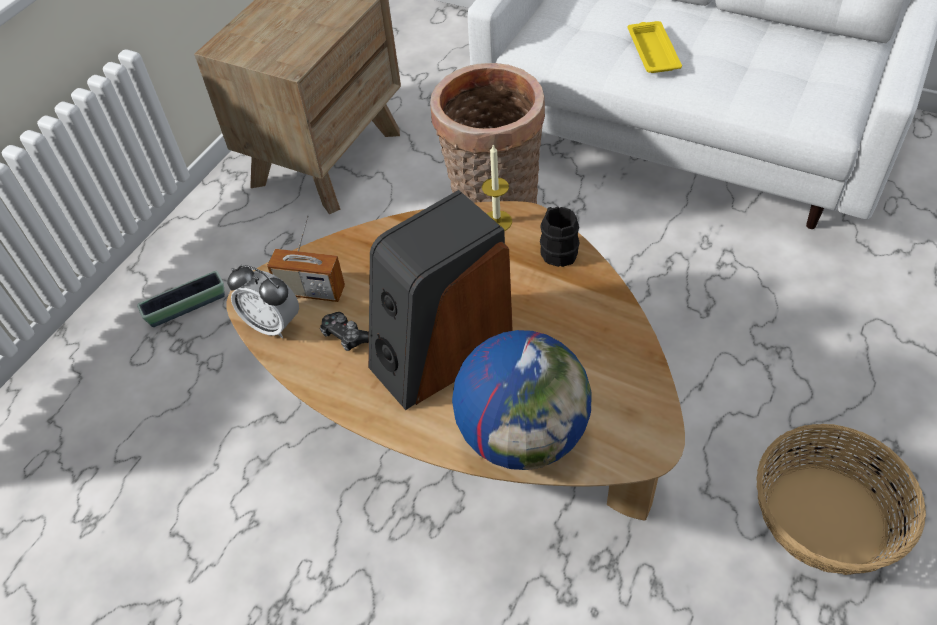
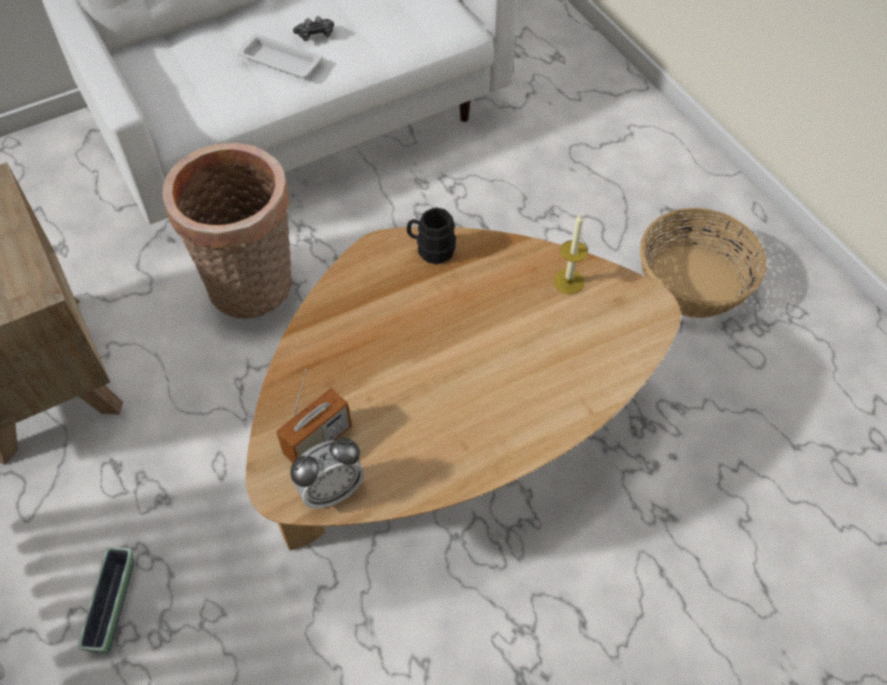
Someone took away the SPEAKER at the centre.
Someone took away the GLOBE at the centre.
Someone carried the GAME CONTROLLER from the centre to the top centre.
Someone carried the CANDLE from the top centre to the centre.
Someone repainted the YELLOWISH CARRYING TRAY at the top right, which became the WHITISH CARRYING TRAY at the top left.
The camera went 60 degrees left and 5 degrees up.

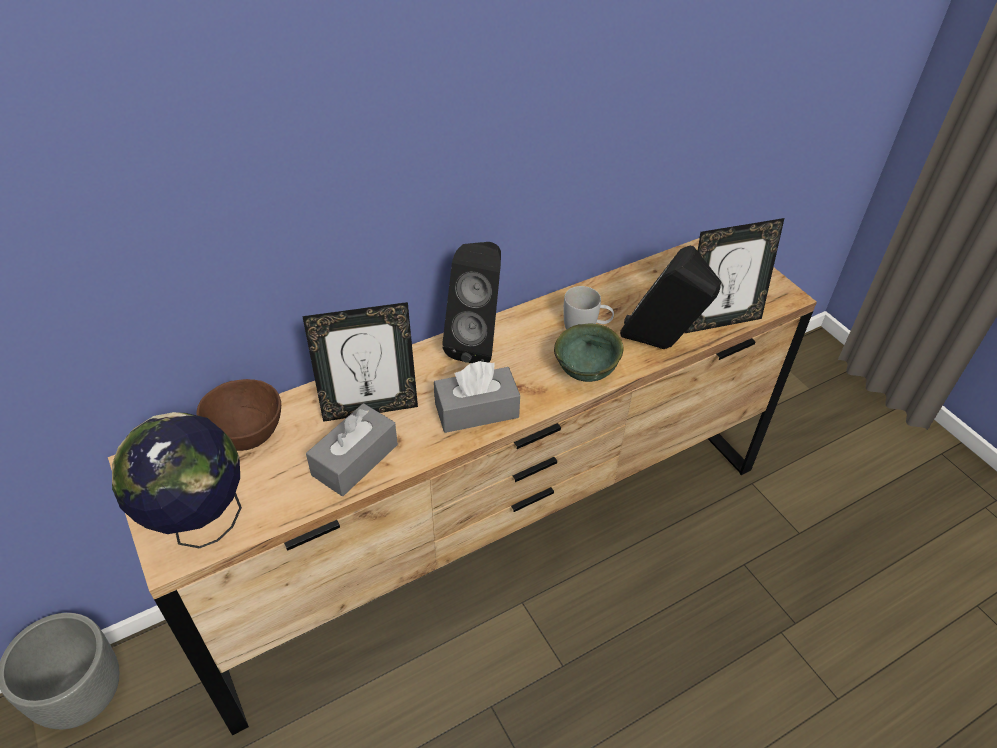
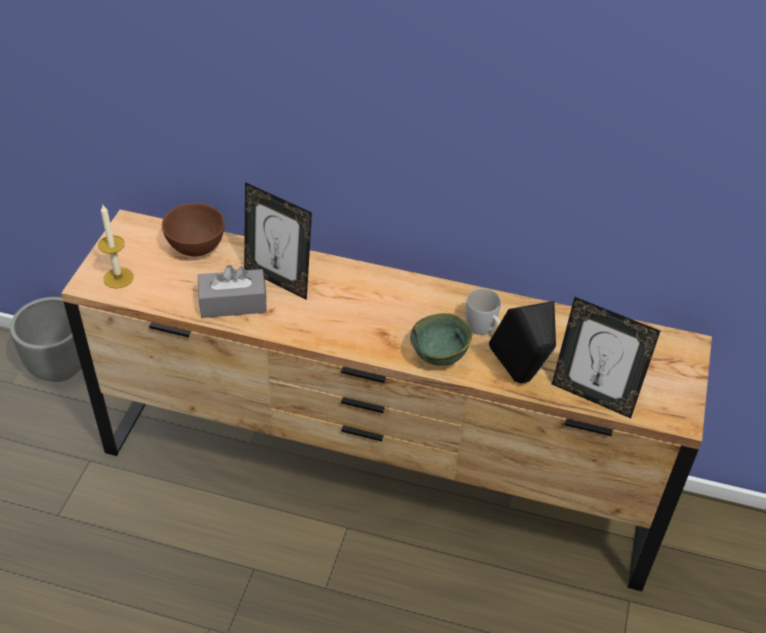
Someone took away the GREYISH TISSUE BOX (2nd from left) at the centre.
Someone took away the BLACKISH SPEAKER (1st from left) at the centre.
Someone swapped the GLOBE at the middle left for the CANDLE at the middle left.
The camera went 45 degrees right and 0 degrees up.

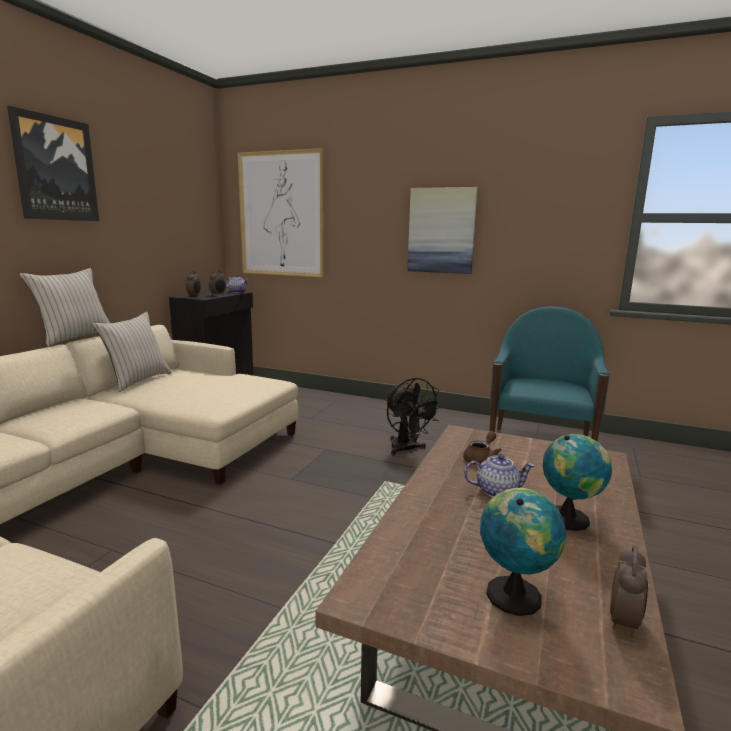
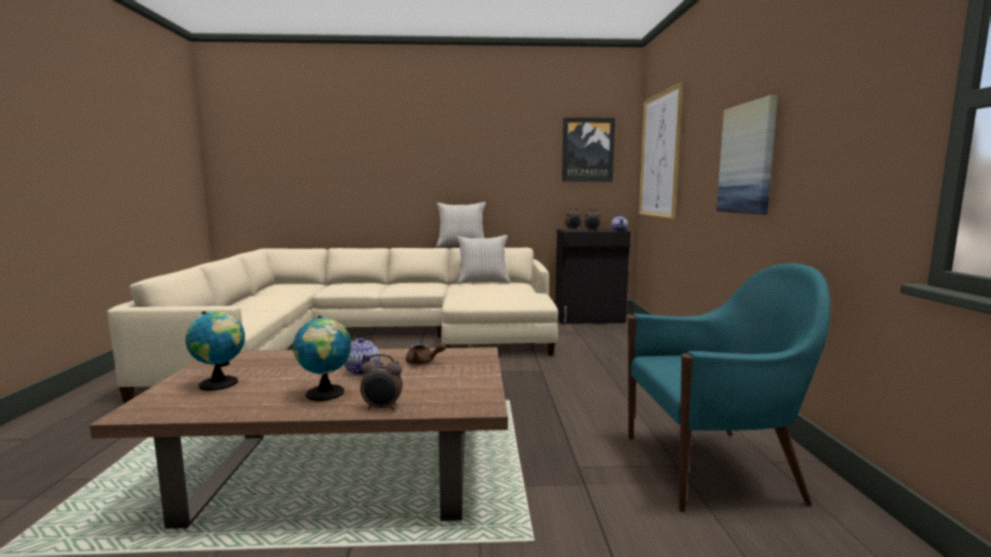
Someone took away the BLACKISH FAN at the centre.
Someone carried the WALL PICTURE (1st from left) from the top left to the top centre.
Someone carried the BEDSIDE CLOCK (3rd from left in the first image) from the bottom right to the bottom centre.
The camera went 65 degrees right and 5 degrees down.

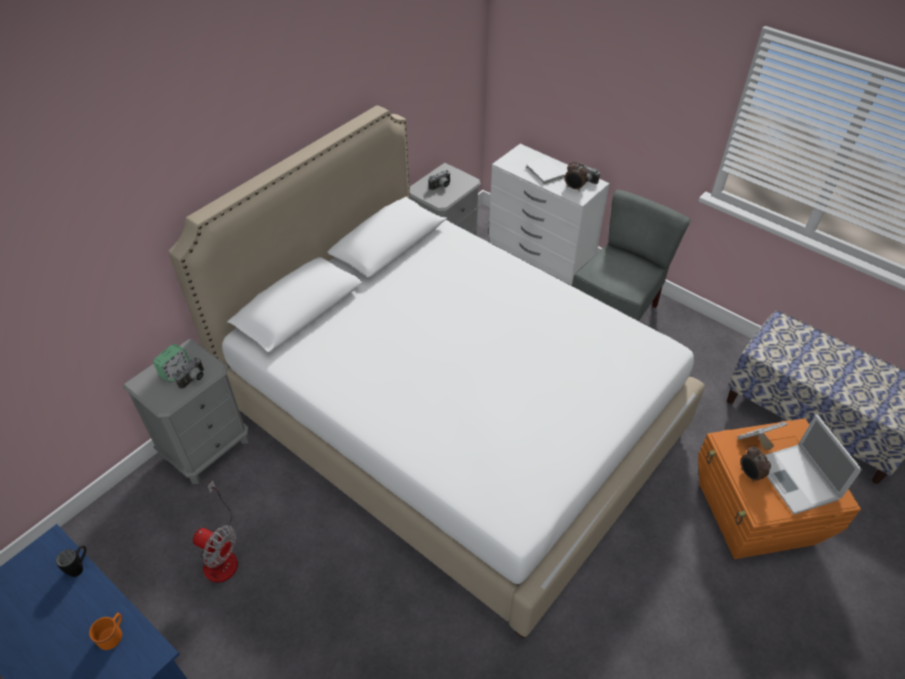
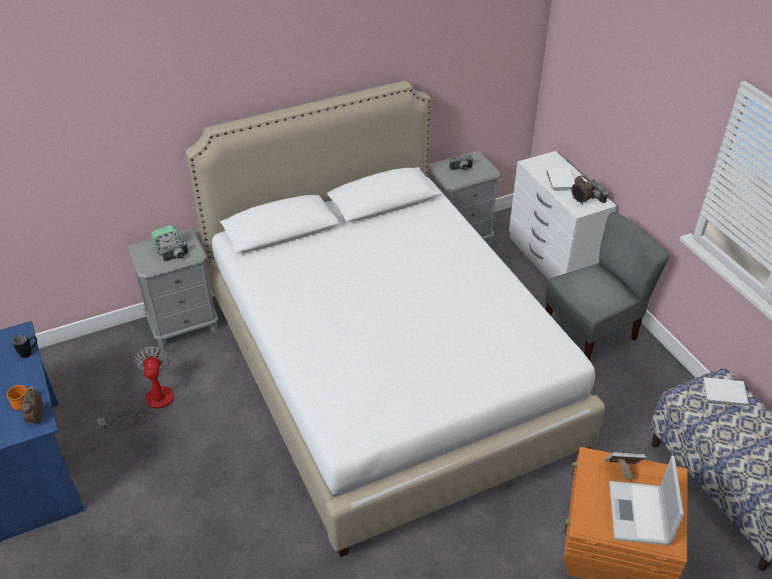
Someone put down the WHITISH BOOK (2nd from left) at the bottom right.
Someone carried the BEDSIDE CLOCK (3rd from left in the first image) from the bottom right to the bottom left.
Someone rotated the FAN at the bottom left by 150 degrees counterclockwise.
The camera went 25 degrees right and 5 degrees down.

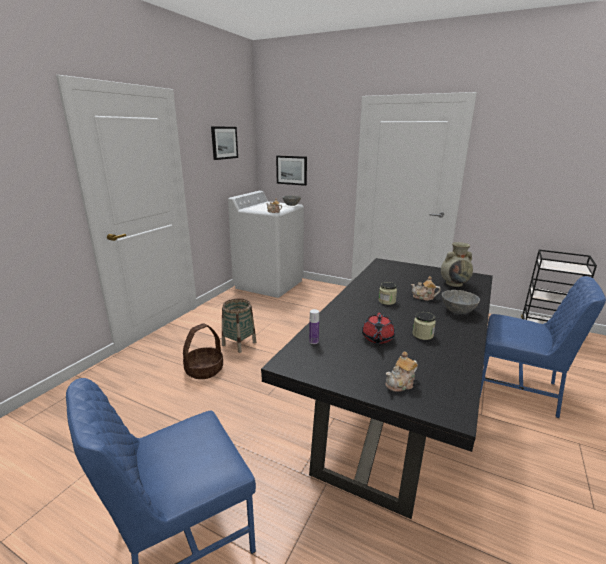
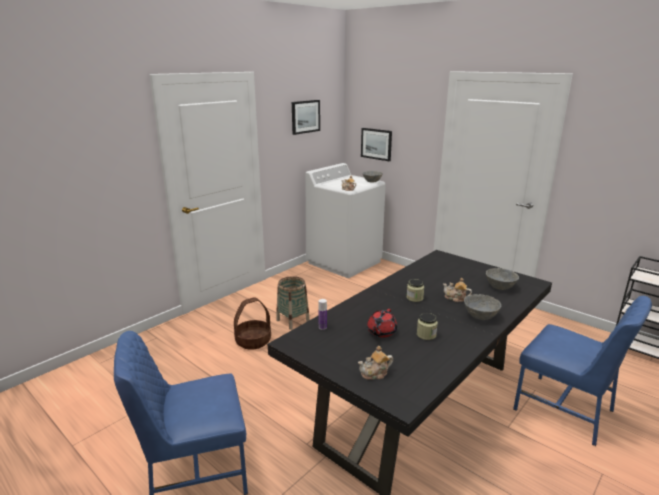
Someone swapped the BEIGE VASE at the middle right for the GREYISH BOWL (3rd from left) at the middle right.
The camera went 15 degrees right and 0 degrees up.

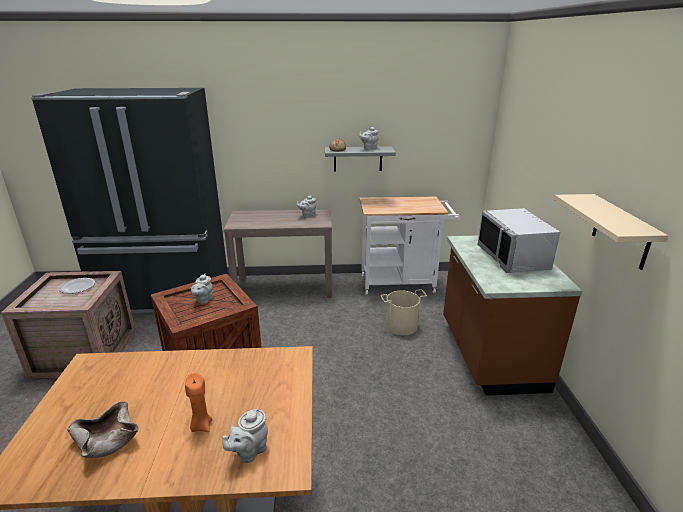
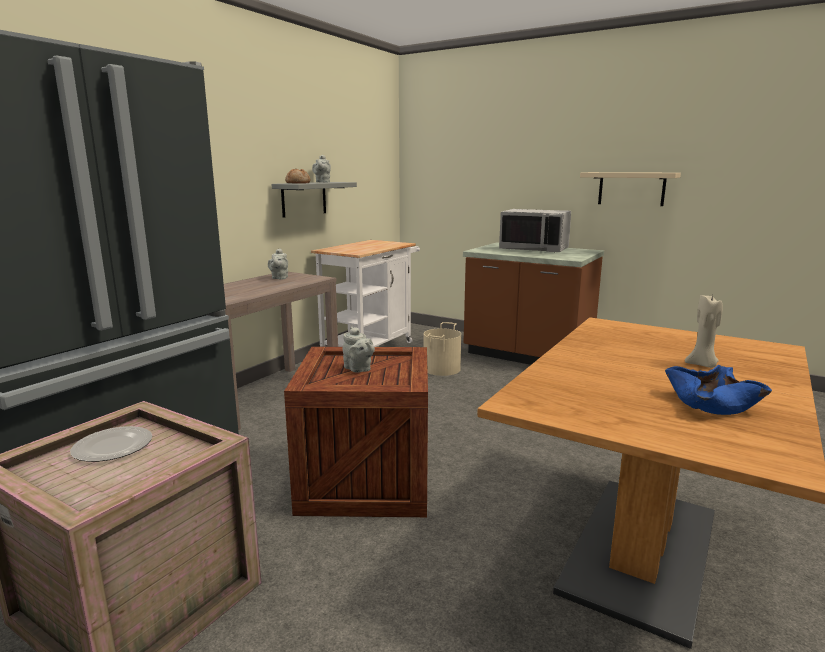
Someone took away the GREYISH POT FOR TEA (2nd from left) at the bottom centre.
Someone repainted the BEIGE BOWL at the bottom left, which became the BLUE-COLOURED BOWL at the middle right.
Someone repainted the ORANGE-COLOURED CANDLE at the bottom left, which became the BEIGE CANDLE at the middle right.
The camera went 55 degrees left and 10 degrees down.

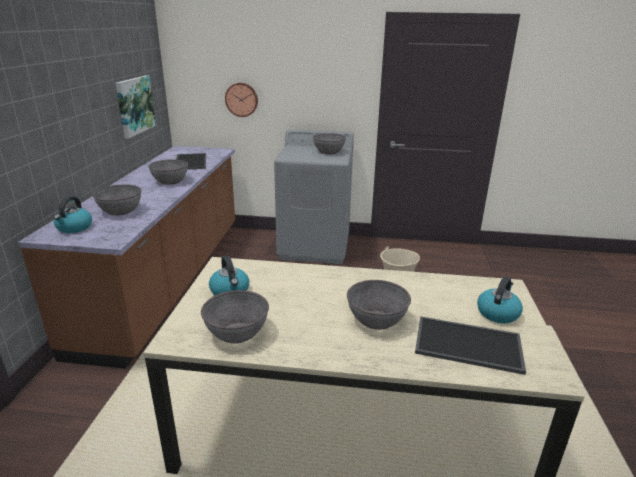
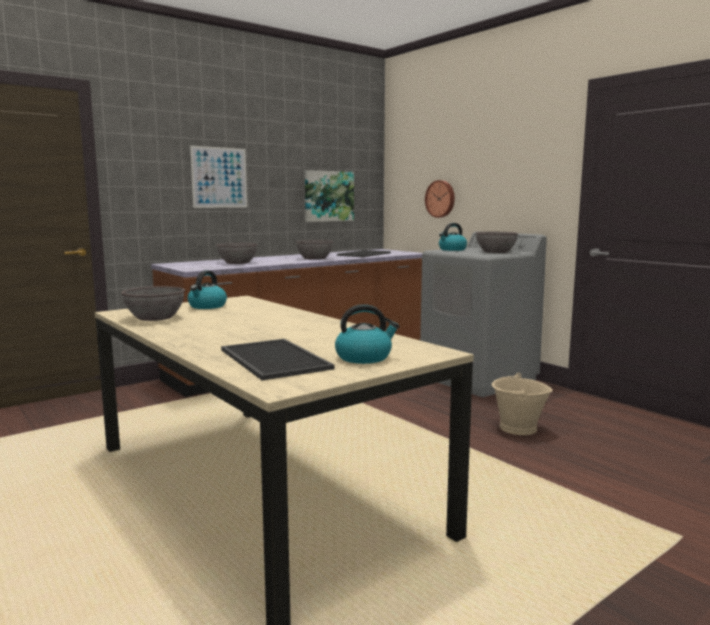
Someone took away the GREYISH BOWL (5th from left) at the centre.
Someone put up the WALL PICTURE (1st from left) at the top left.
Someone carried the TEA KETTLE (1st from left in the first image) from the middle left to the centre.
The camera went 45 degrees right and 15 degrees down.

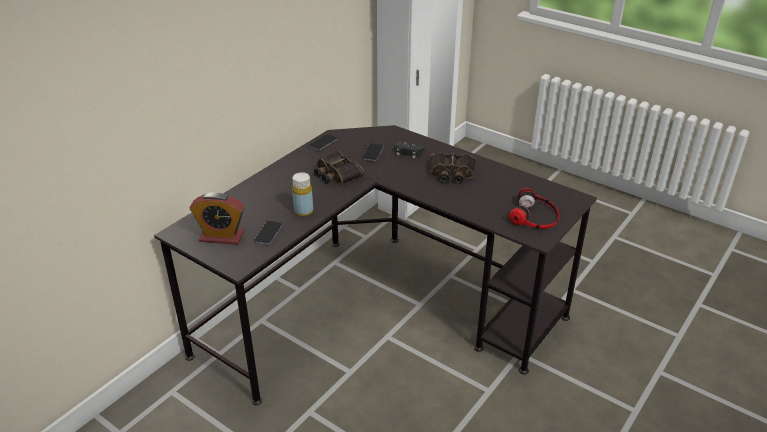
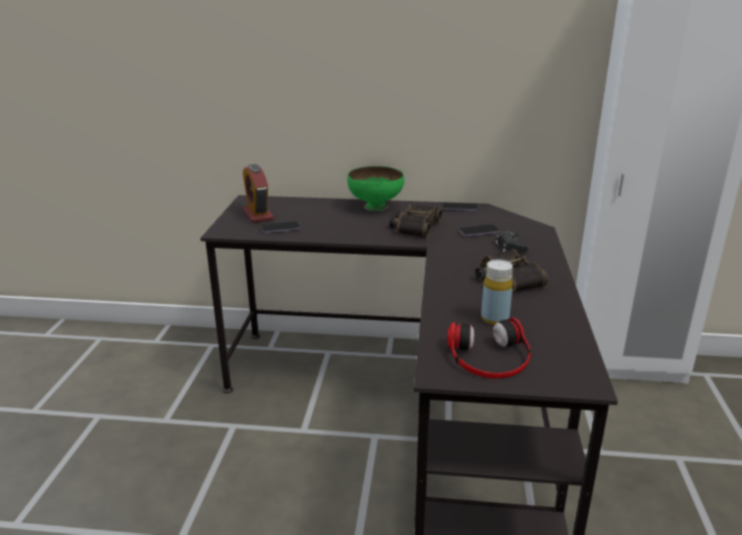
Someone put down the GREENISH BOWL at the centre.
Someone carried the YELLOWISH BOTTLE from the centre to the middle right.
The camera went 60 degrees right and 10 degrees down.

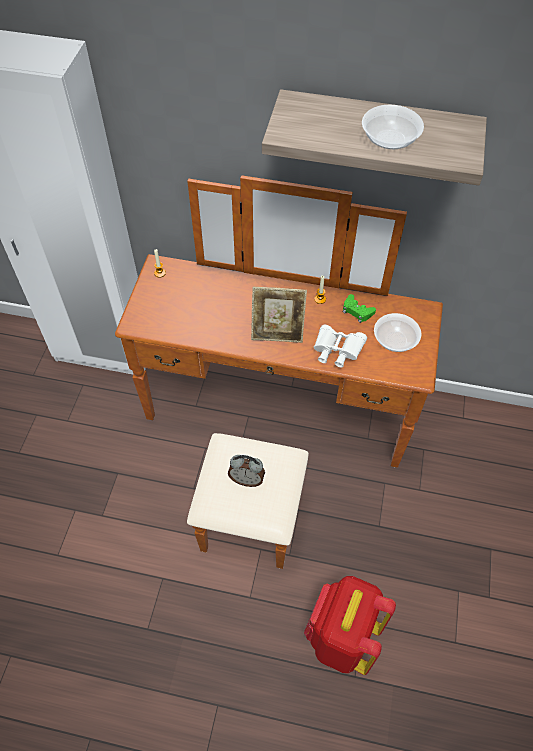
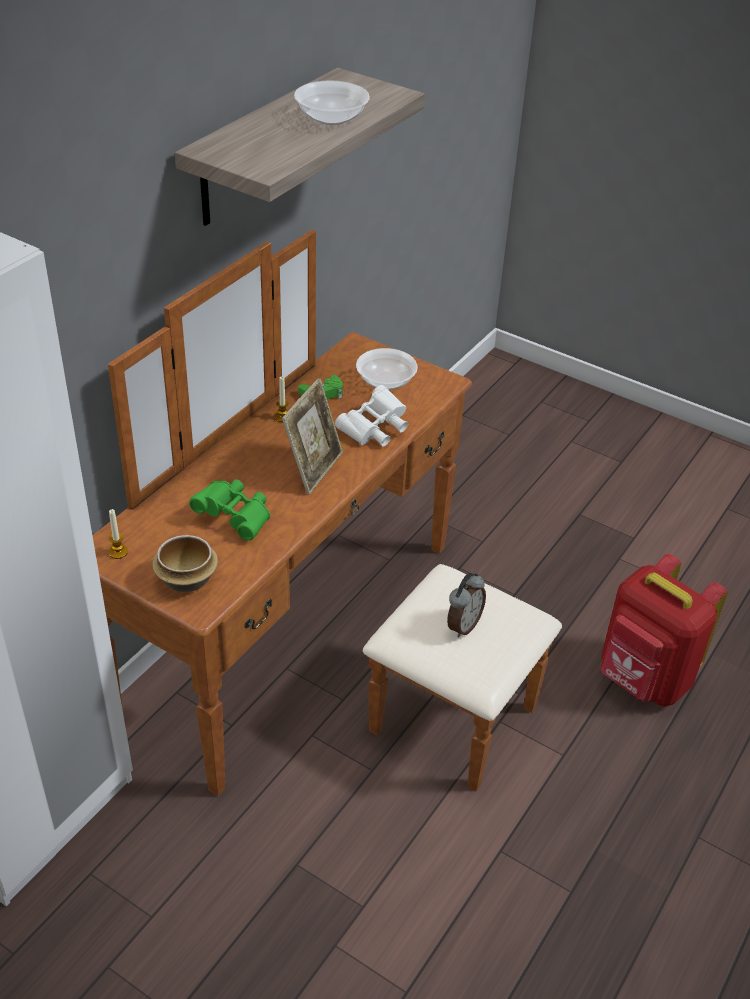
Someone put down the BOWL (1st from left) at the middle left.
Someone put down the GREENISH PAIR OF BINOCULARS at the middle left.
The camera went 70 degrees left and 15 degrees down.

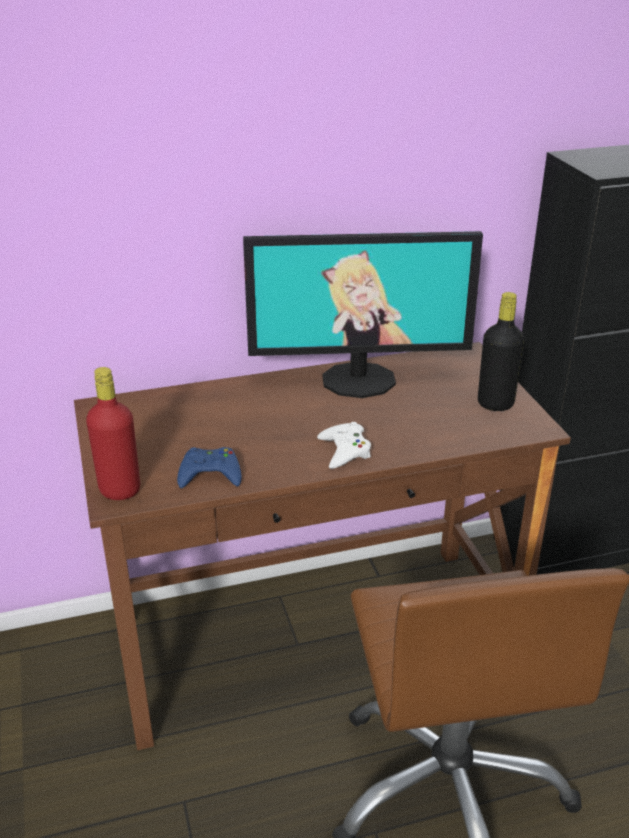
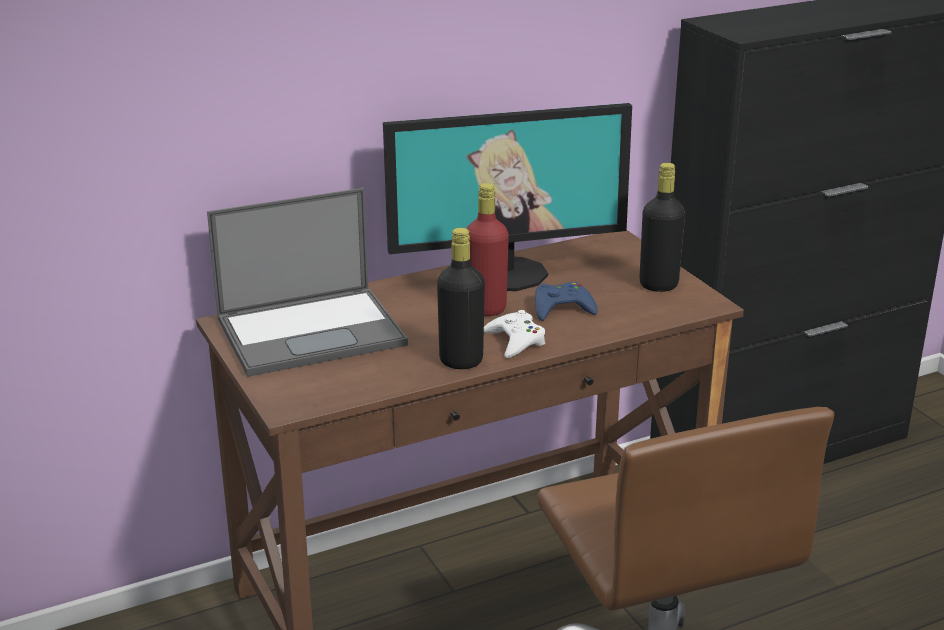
Someone put down the LAPTOP at the middle left.
Someone put down the BLACKISH BOTTLE (1st from left) at the centre.
Someone carried the RED-COLOURED BOTTLE from the middle left to the centre.
Someone carried the BLUE-COLOURED GAME CONTROLLER from the middle left to the centre.
The camera went 10 degrees left and 5 degrees down.

